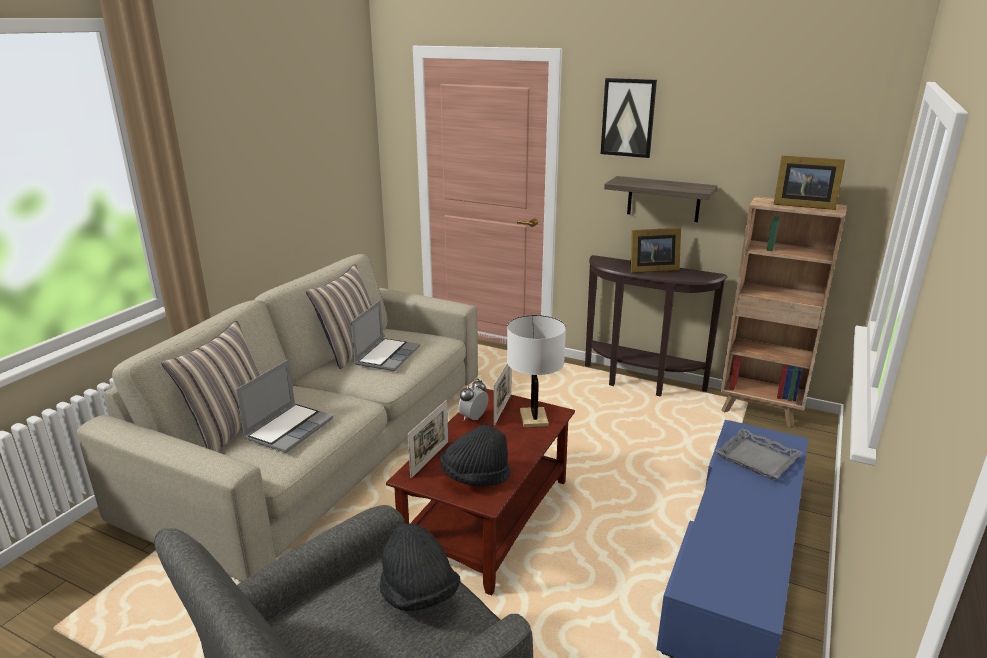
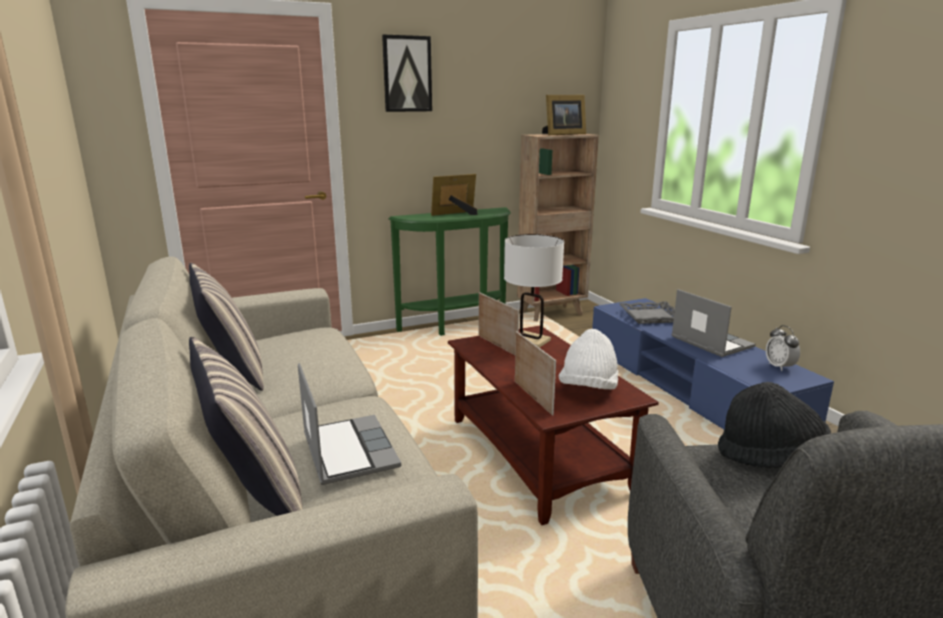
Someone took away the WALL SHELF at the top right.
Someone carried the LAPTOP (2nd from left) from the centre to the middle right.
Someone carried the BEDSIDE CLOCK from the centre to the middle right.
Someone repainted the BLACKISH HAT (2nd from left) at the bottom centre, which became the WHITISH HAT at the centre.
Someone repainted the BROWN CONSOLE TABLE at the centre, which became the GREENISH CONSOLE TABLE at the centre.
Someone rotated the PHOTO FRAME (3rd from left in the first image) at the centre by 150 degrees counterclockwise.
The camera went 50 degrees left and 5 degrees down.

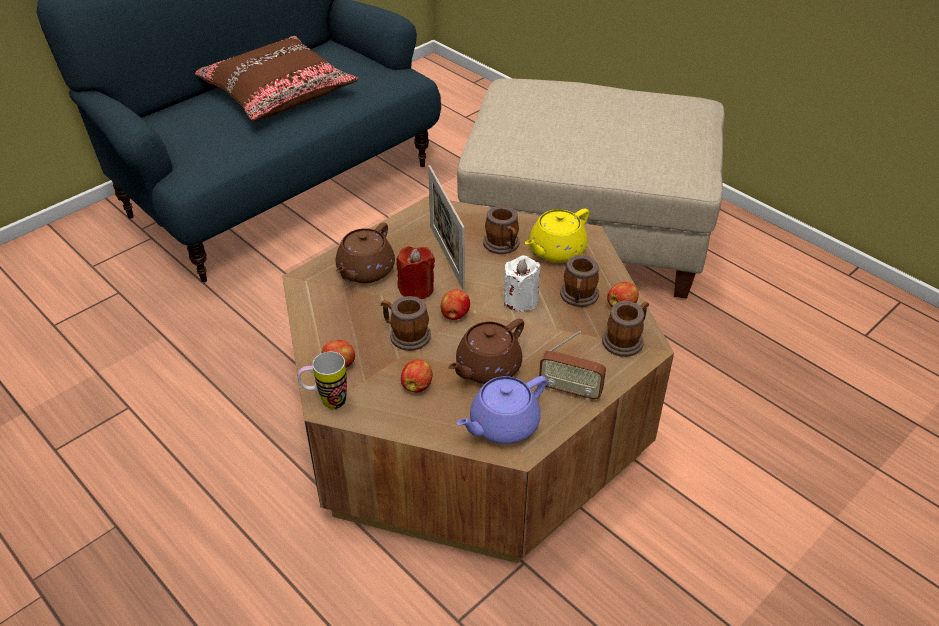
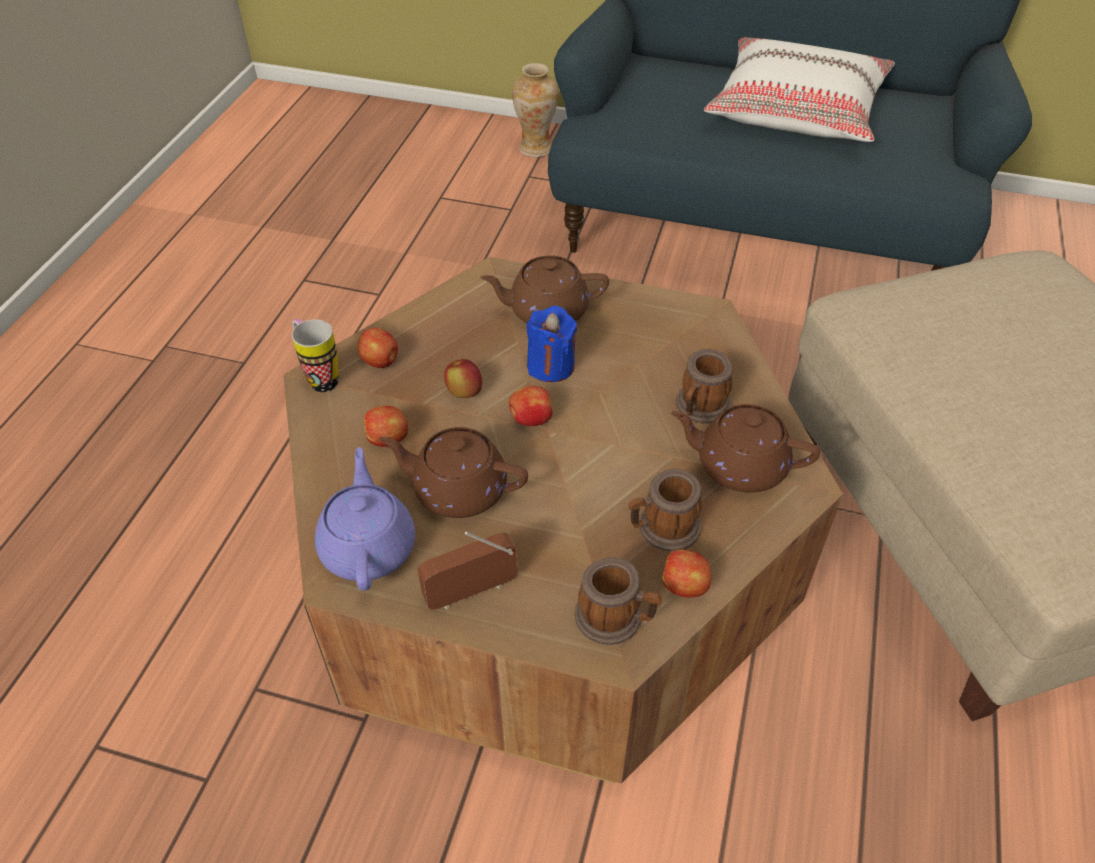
Someone took away the PHOTO FRAME at the centre.
Someone took away the WHITISH CANDLE at the centre.
Someone put down the VASE at the top centre.
Someone swapped the COFFEE MUG (2nd from left) at the centre for the WHOLE APPLE (3rd from left) at the centre.
Someone repainted the BROWN THROW PILLOW at the top left, which became the WHITISH THROW PILLOW at the top right.
Someone repainted the RED-COLOURED CANDLE at the centre, which became the BLUE-COLOURED CANDLE at the centre.
Someone repainted the YELLOWISH POT FOR TEA at the centre, which became the BROWN POT FOR TEA (3rd from left) at the middle right.
Someone rotated the PURPLE-COLOURED POT FOR TEA at the centre by 60 degrees clockwise.
Someone rotated the RADIO SET at the centre by 75 degrees clockwise.
The camera went 60 degrees right and 5 degrees up.

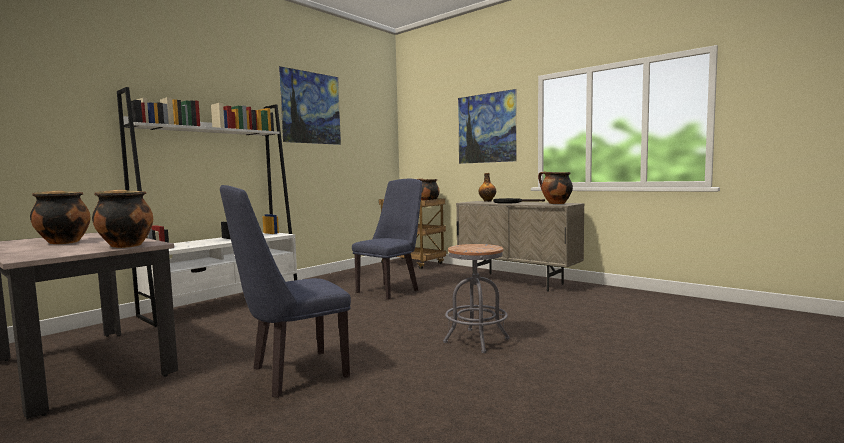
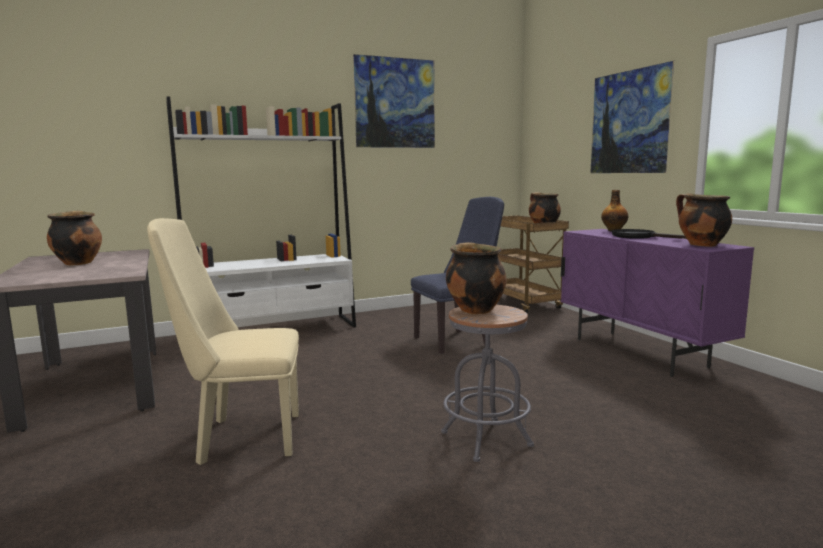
Someone carried the COOKING POT (2nd from left) from the middle left to the centre.
Someone repainted the BLUE-COLOURED CHAIR (1st from left) at the centre, which became the BEIGE CHAIR at the middle left.
Someone repainted the BEIGE CABINET at the centre, which became the PURPLE-COLOURED CABINET at the middle right.
The camera went 25 degrees right and 5 degrees up.

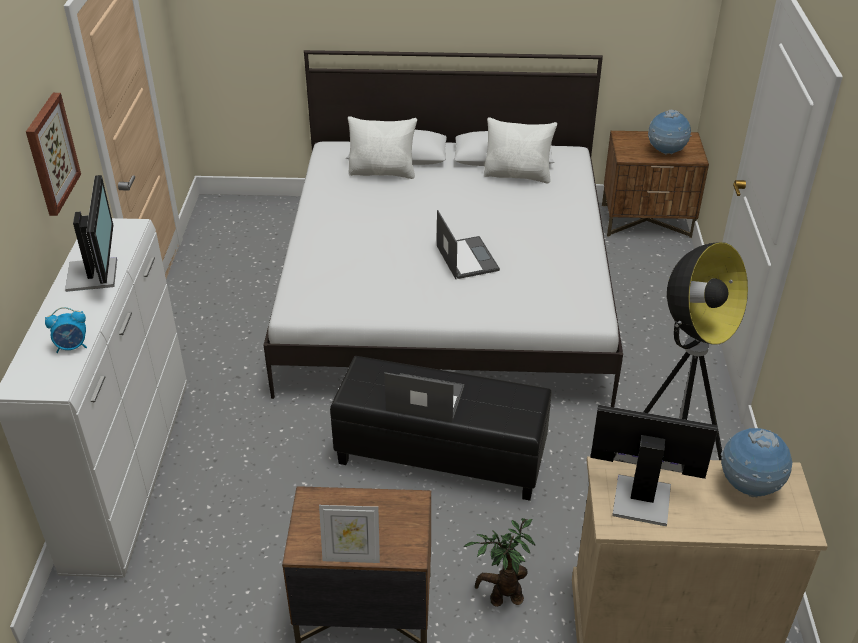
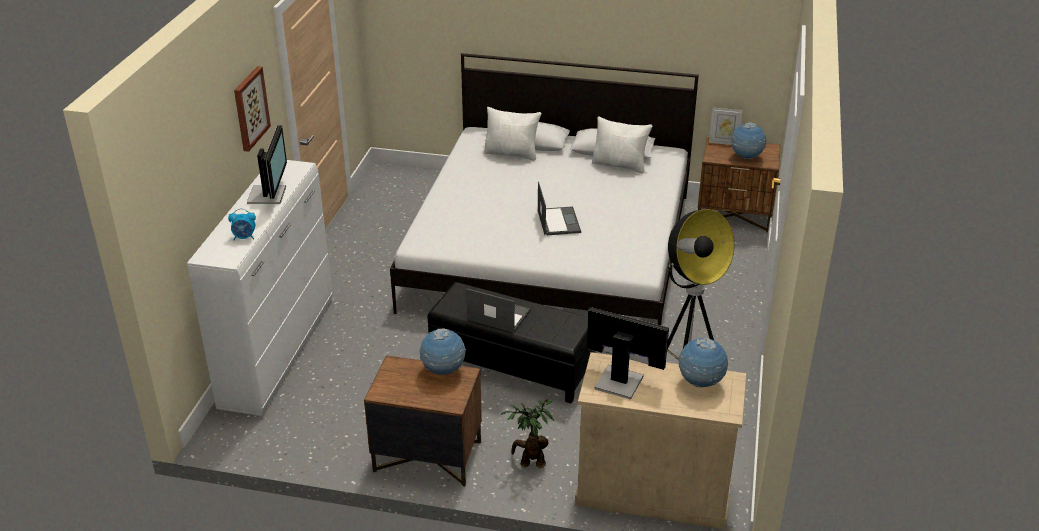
Someone put down the GLOBE (1st from left) at the centre.
Someone carried the PHOTO FRAME from the bottom centre to the top right.
The camera went 10 degrees right and 5 degrees down.

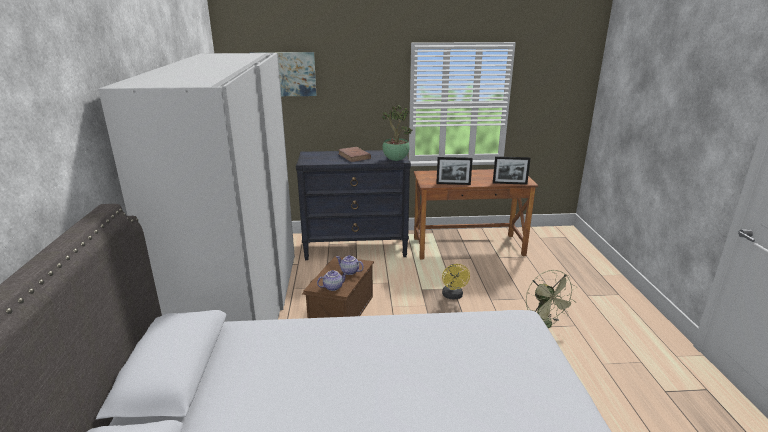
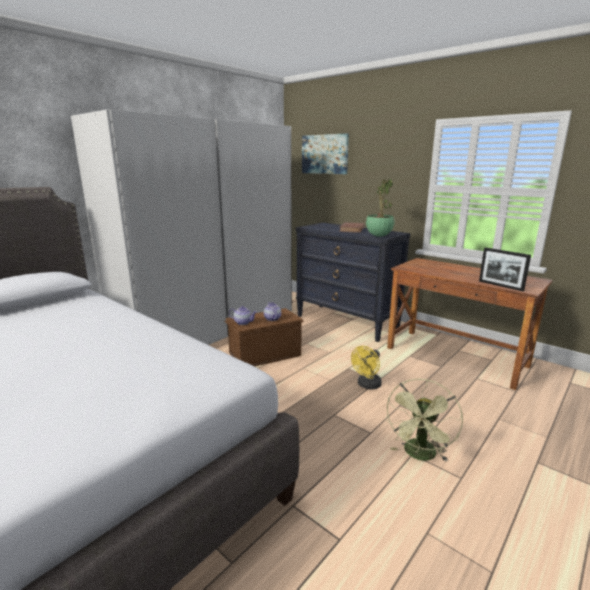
Someone took away the PHOTO FRAME (1st from left) at the centre.
The camera went 45 degrees right and 5 degrees down.

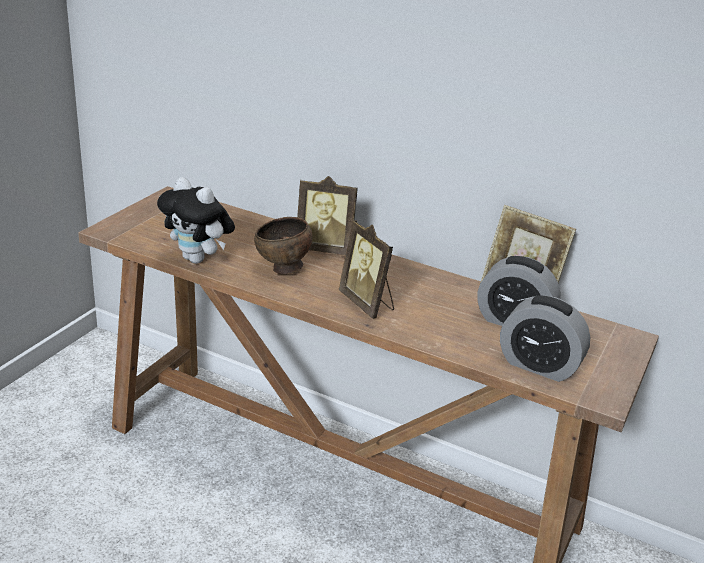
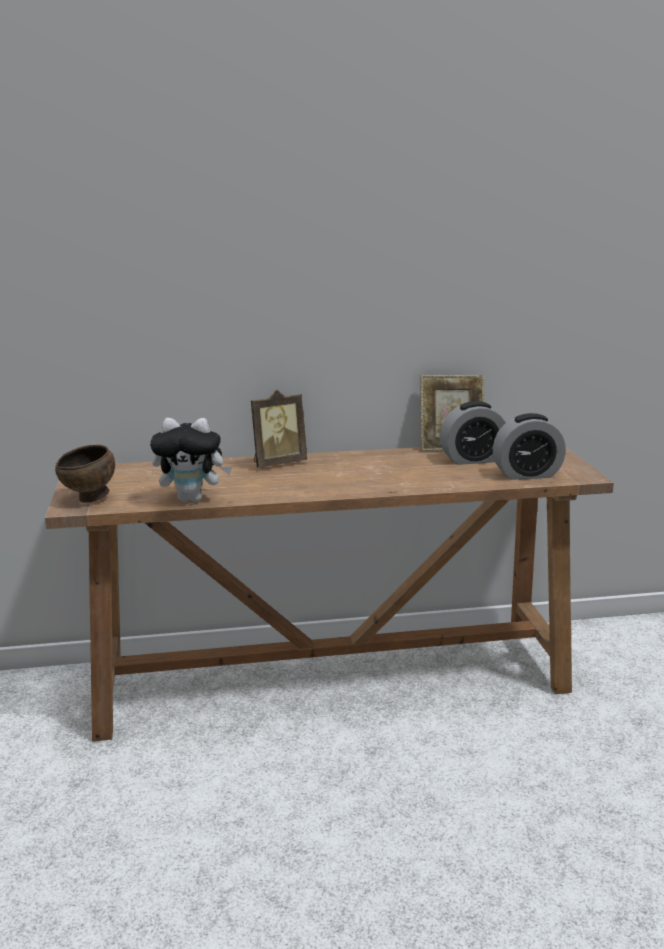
Someone took away the PHOTO FRAME (2nd from left) at the centre.
Someone carried the BROWN BOWL from the centre to the middle left.
The camera went 35 degrees left and 10 degrees down.

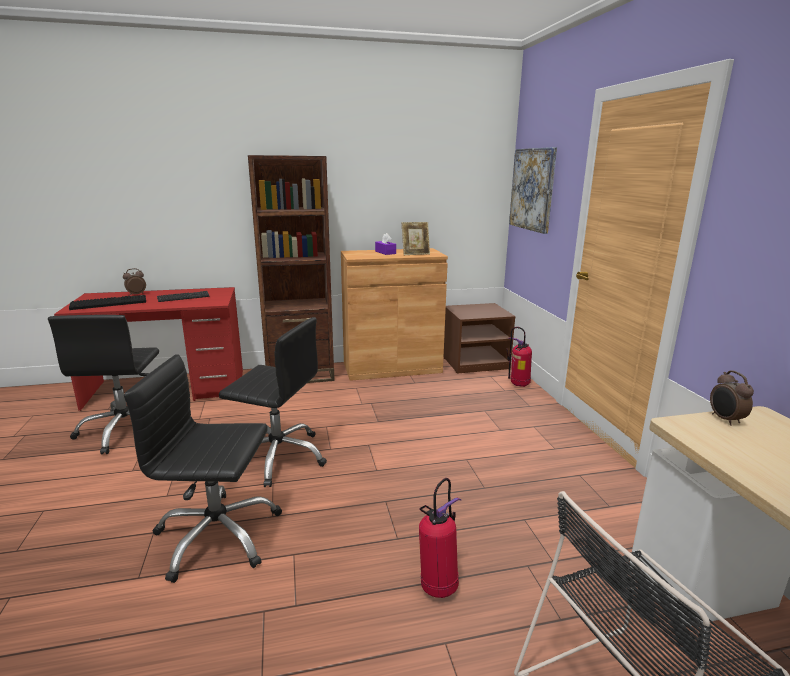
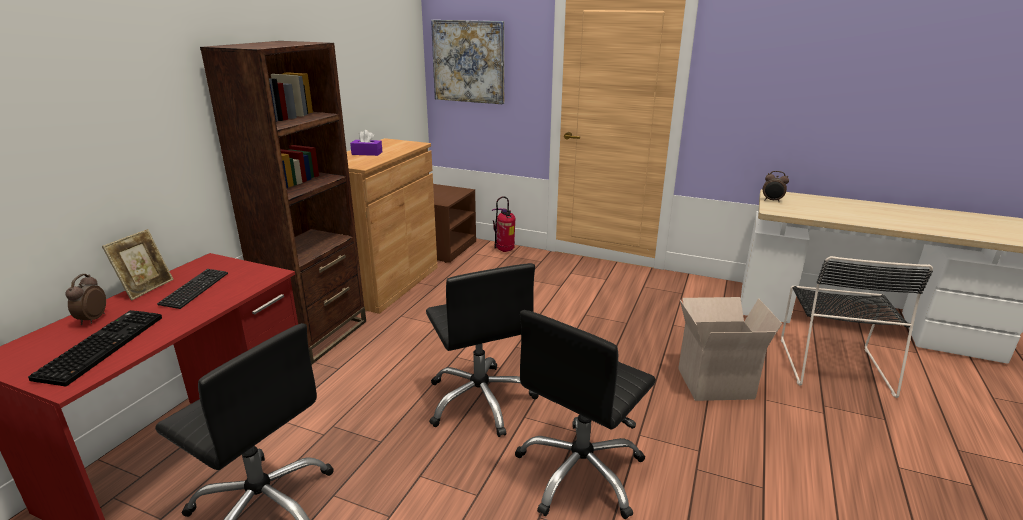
Someone carried the PHOTO FRAME from the centre to the middle left.
Someone swapped the EXTINGUISHER (1st from left) at the bottom centre for the PACKING BOX at the bottom right.
Someone rotated the BLACKISH COMPUTER CHAIR (3rd from left in the first image) at the centre by 105 degrees clockwise.
The camera went 55 degrees left and 5 degrees up.

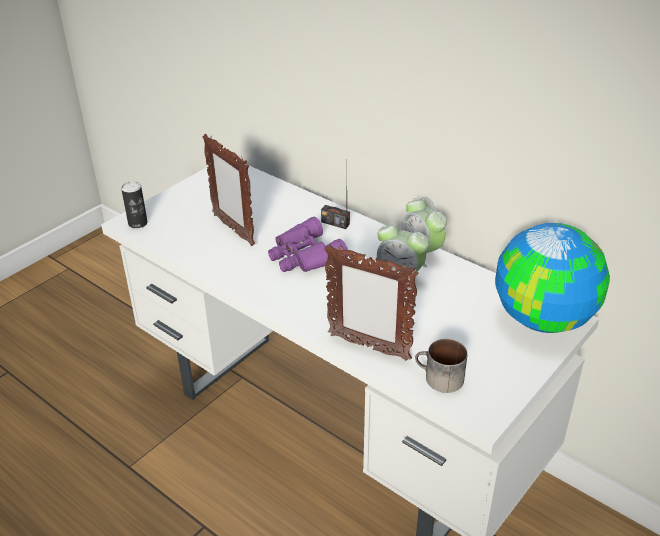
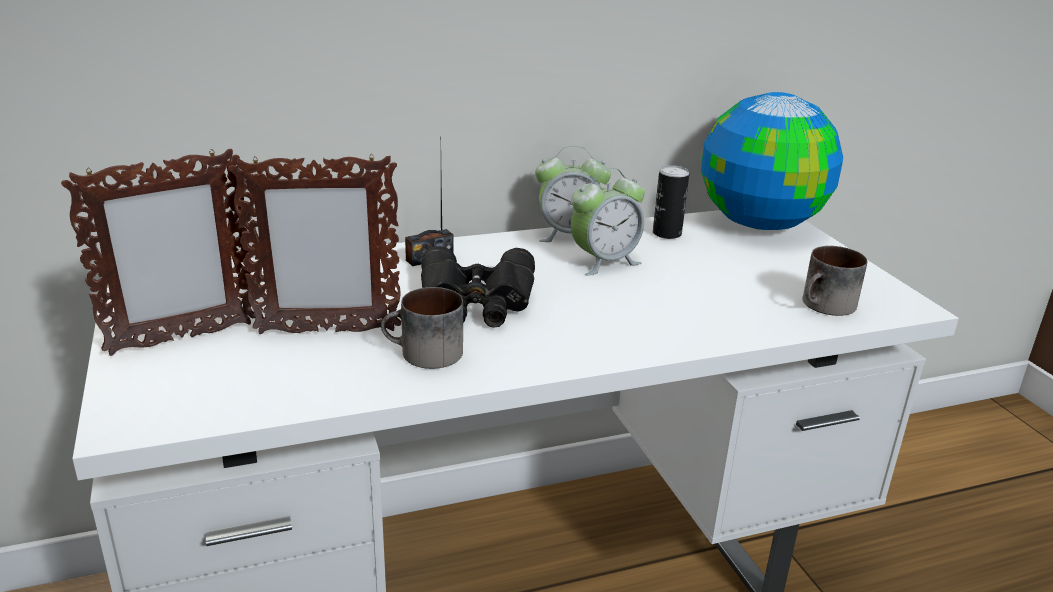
Someone put down the COFFEE MUG (1st from left) at the centre.
Someone carried the METAL CAN from the middle left to the centre.
Someone carried the PHOTO FRAME (2nd from left in the first image) from the centre to the middle left.
Someone repainted the PURPLE-COLOURED PAIR OF BINOCULARS at the centre, which became the BLACKISH PAIR OF BINOCULARS at the centre.
The camera went 60 degrees left and 10 degrees down.

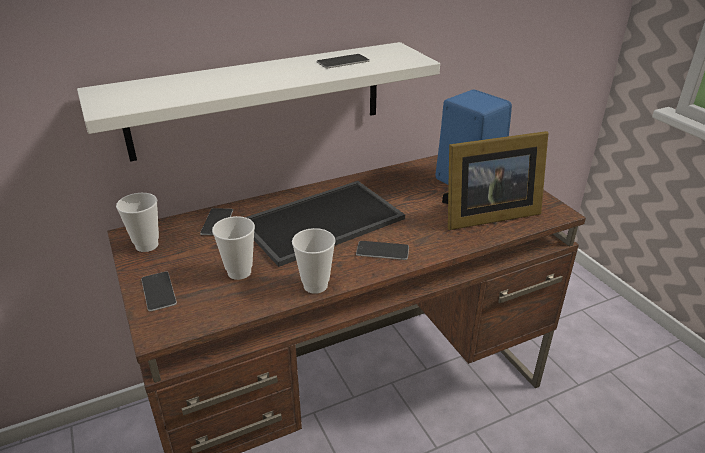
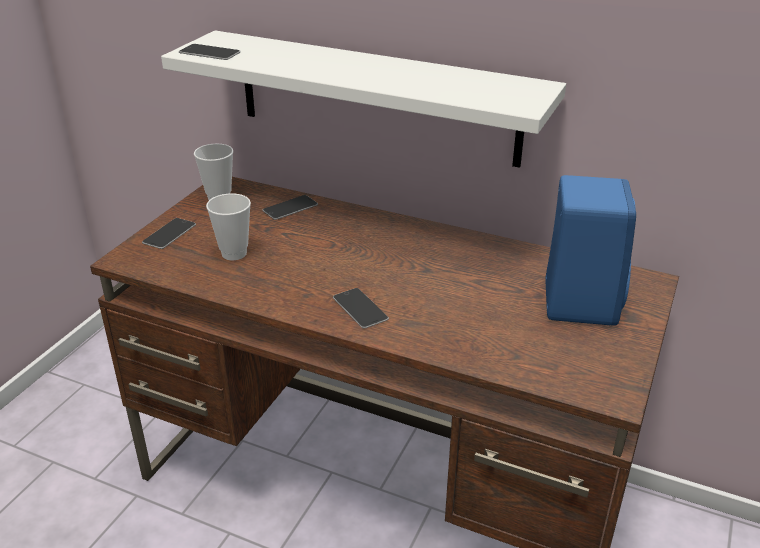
Someone took away the CARRYING TRAY at the centre.
Someone took away the DRINKING CUP (3rd from left) at the centre.
Someone took away the PHOTO FRAME at the middle right.
Someone carried the PHONE (3rd from left in the first image) from the top centre to the top left.
The camera went 50 degrees right and 0 degrees up.

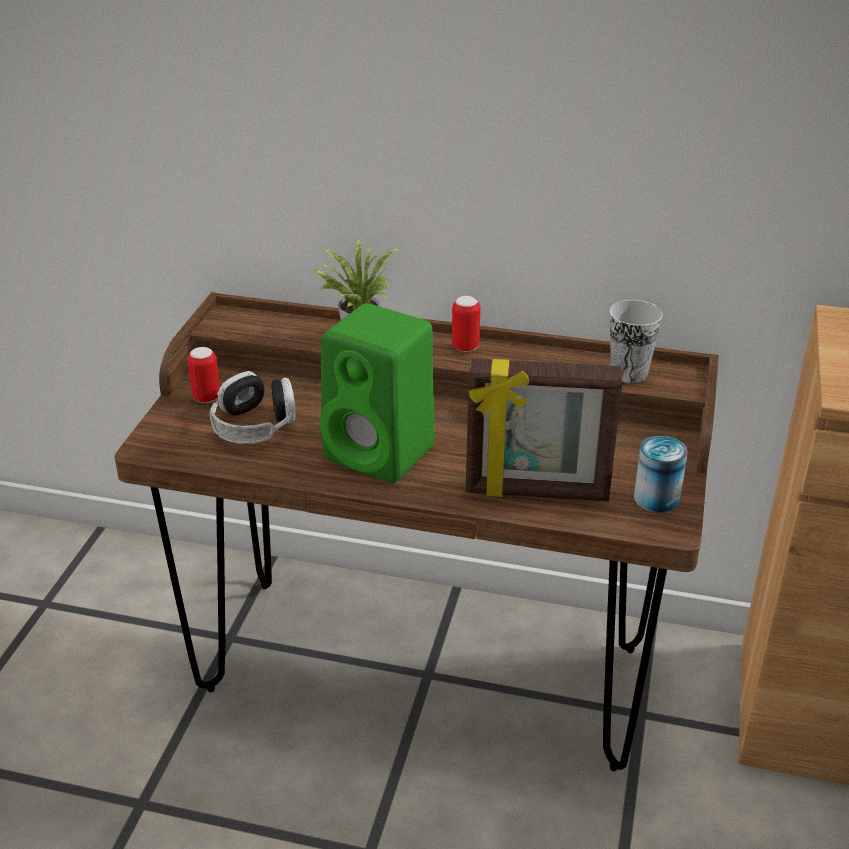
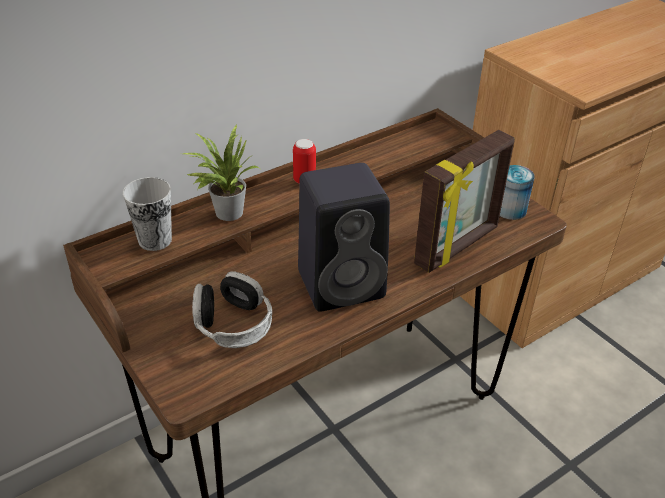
Someone took away the METAL CAN (1st from left) at the middle left.
Someone carried the DRINKING CUP from the middle right to the middle left.
Someone repainted the GREENISH SPEAKER at the centre, which became the BLACKISH SPEAKER at the centre.
The camera went 50 degrees left and 5 degrees up.

